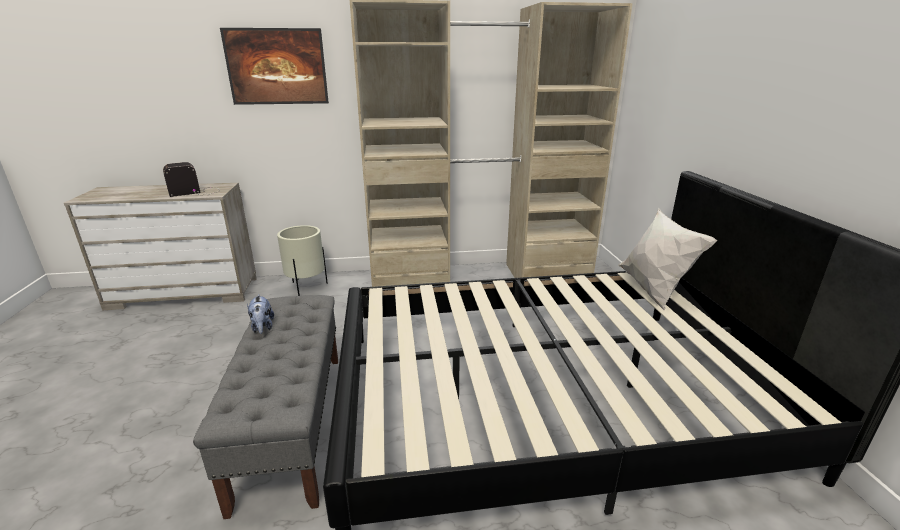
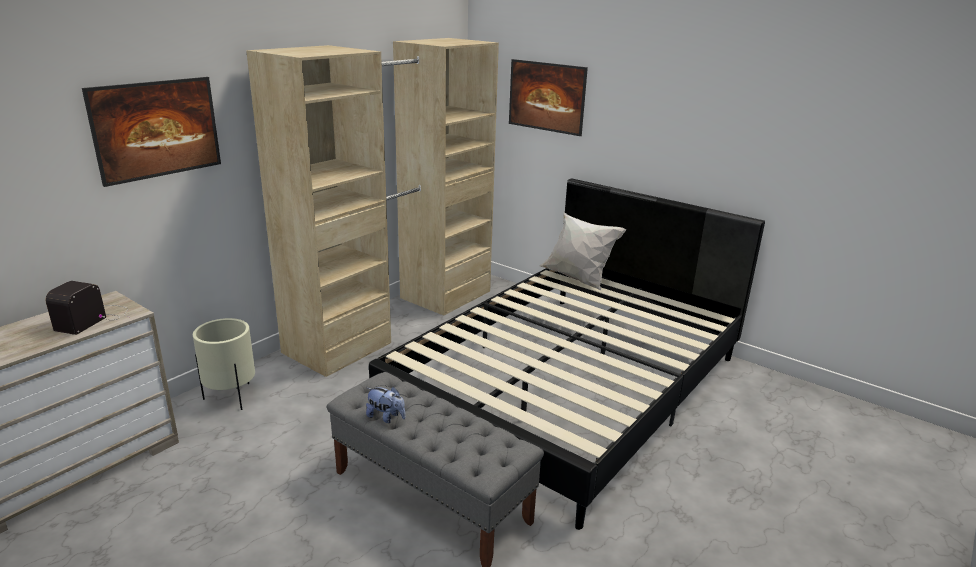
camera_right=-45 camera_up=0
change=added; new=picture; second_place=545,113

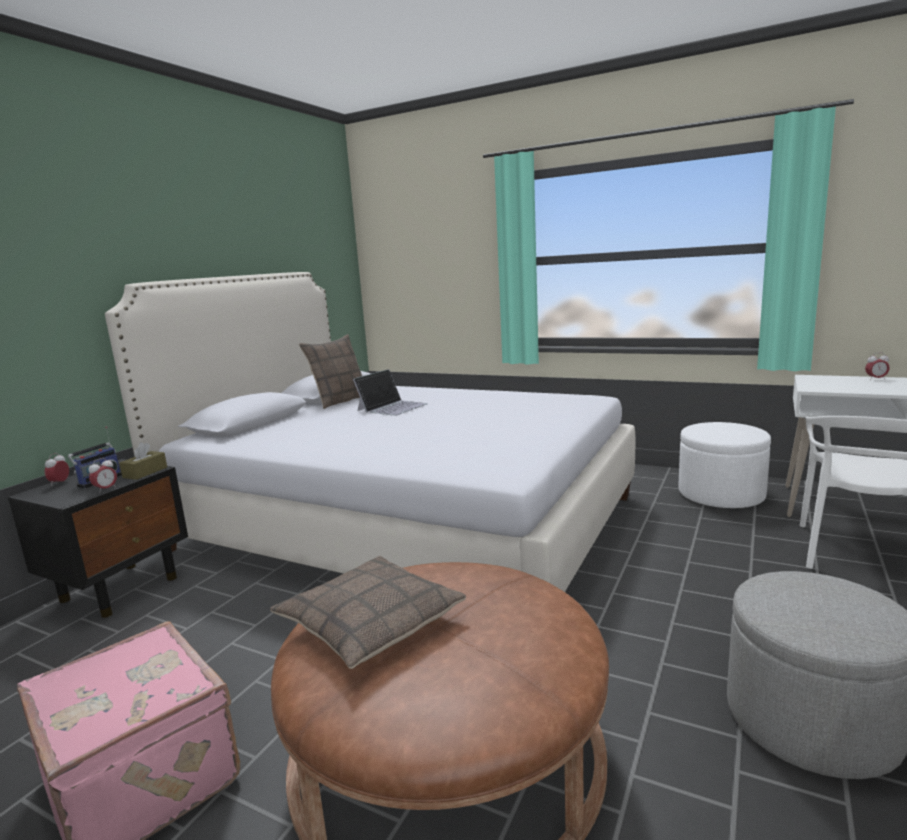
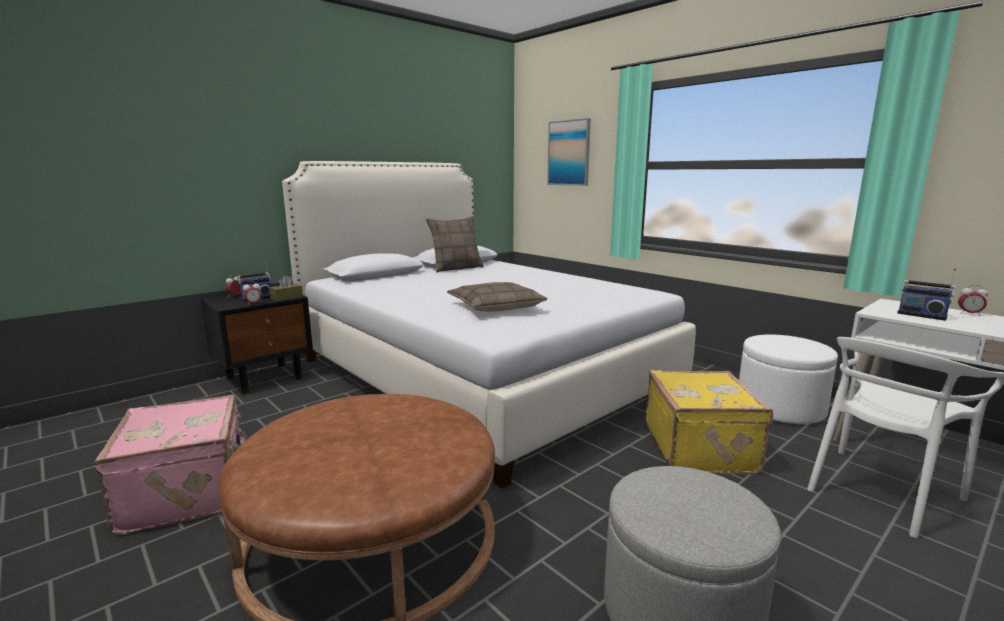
camera_right=20 camera_up=0
change=moved; old=pillow; first_place=369,622; second_place=495,306
change=removed; old=laptop; first_place=392,407
change=added; new=picture; second_place=569,153
change=added; new=yellow suitcase; second_place=700,449
change=added; new=radio; second_place=921,315

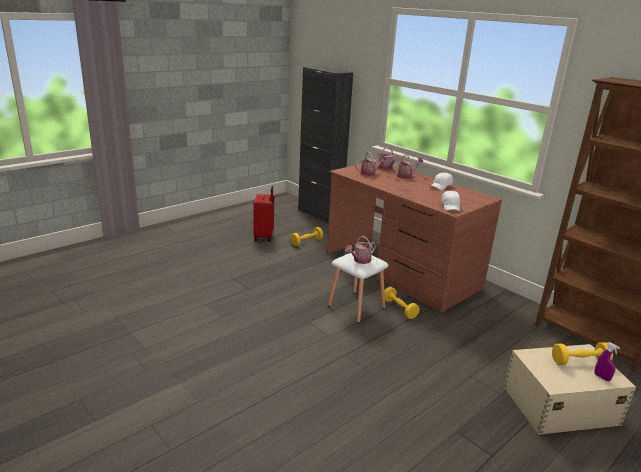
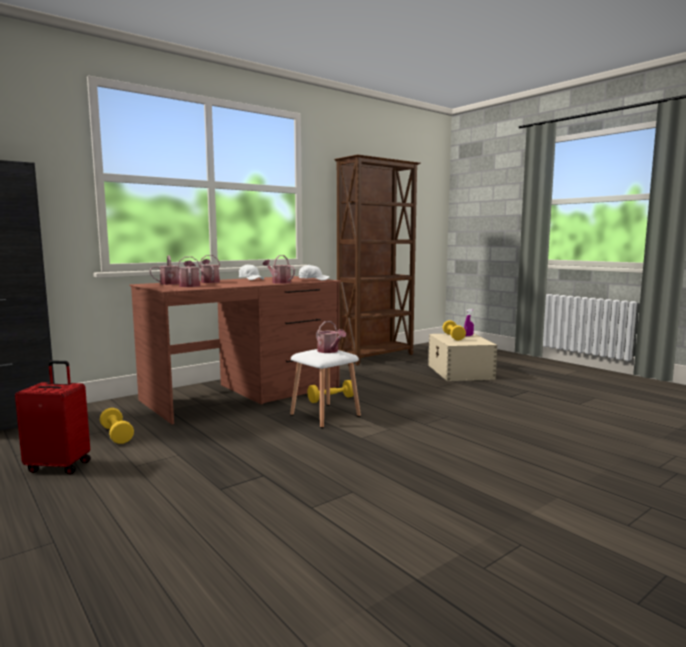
camera_right=-85 camera_up=-15
change=added; new=watering can; second_place=279,282

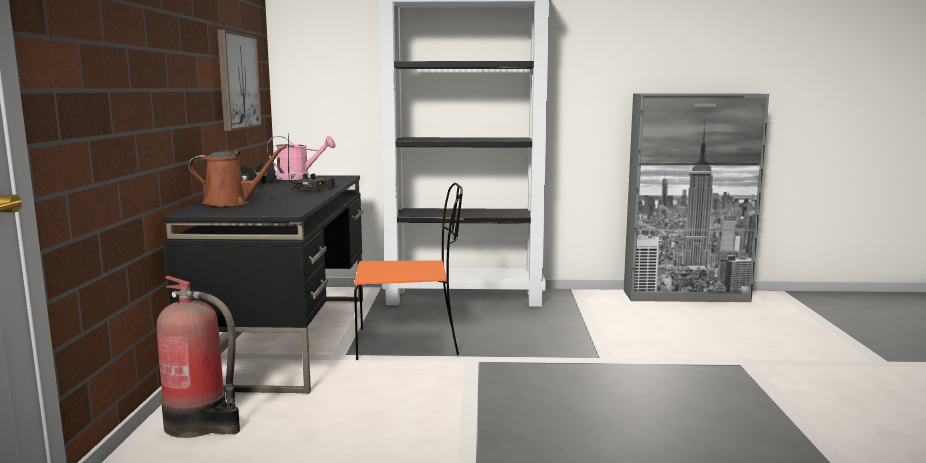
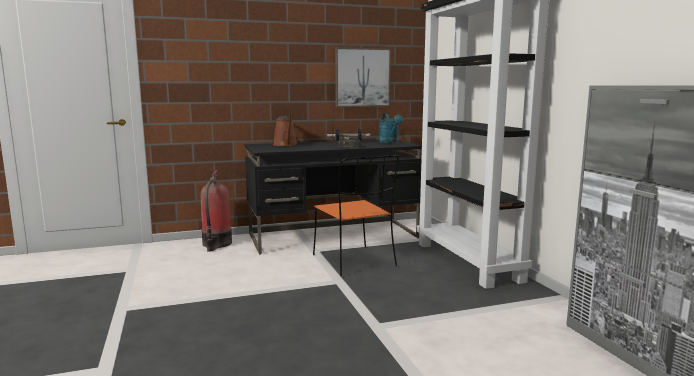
camera_right=70 camera_up=0
change=recoloured; old=pink watering can; new=turquoise watering can; first_place=299,178; second_place=390,142

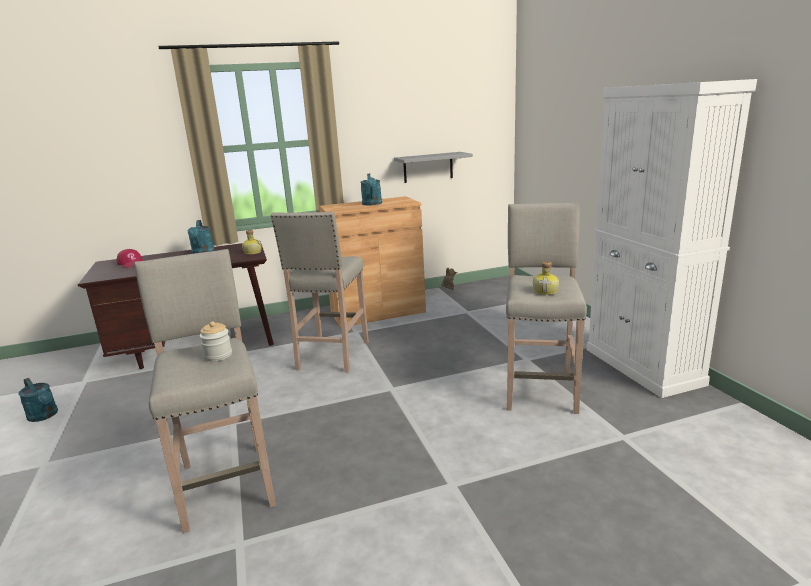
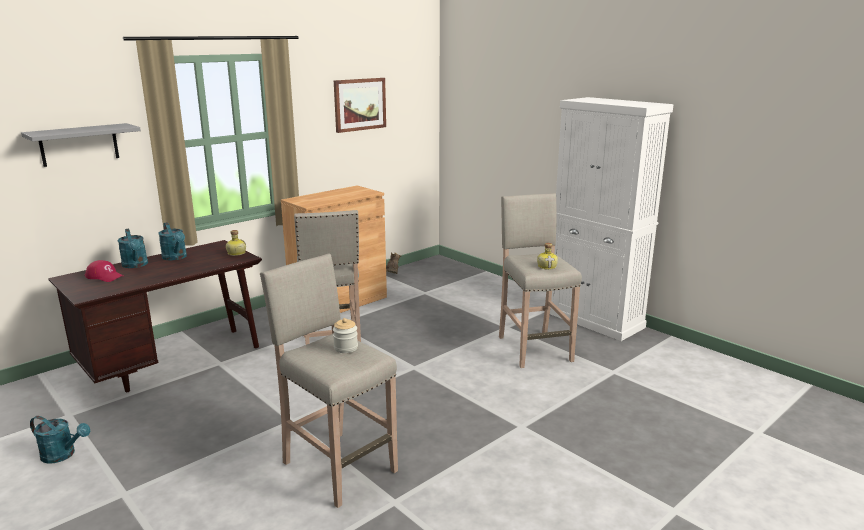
camera_right=-25 camera_up=0
change=moved; old=turquoise watering can; first_place=372,204; second_place=136,265
change=moved; old=grey shelf; first_place=428,167; second_place=79,144
change=added; new=picture; second_place=359,104

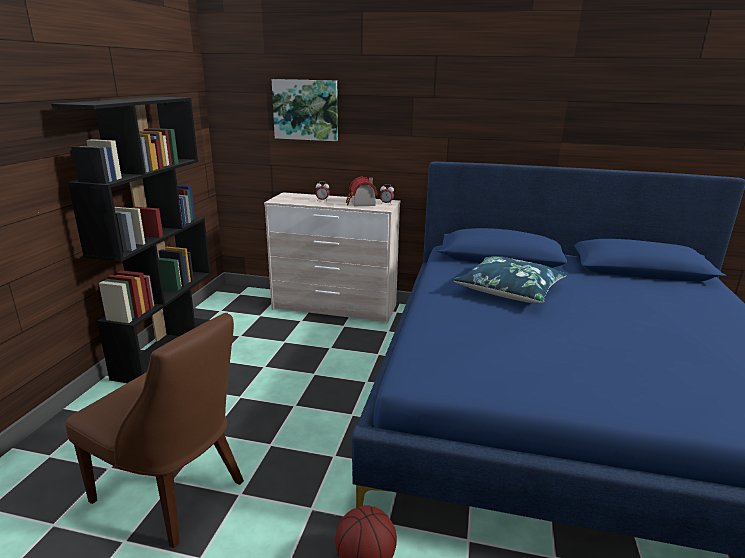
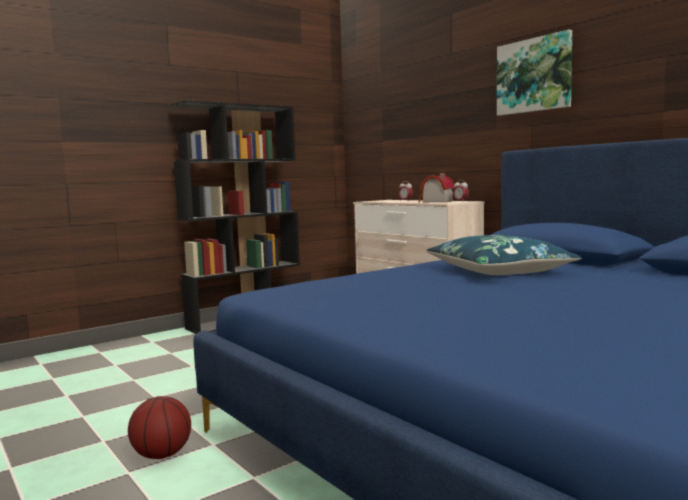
camera_right=40 camera_up=-15
change=removed; old=brown chair; first_place=174,493
change=moved; old=picture; first_place=306,110; second_place=534,75

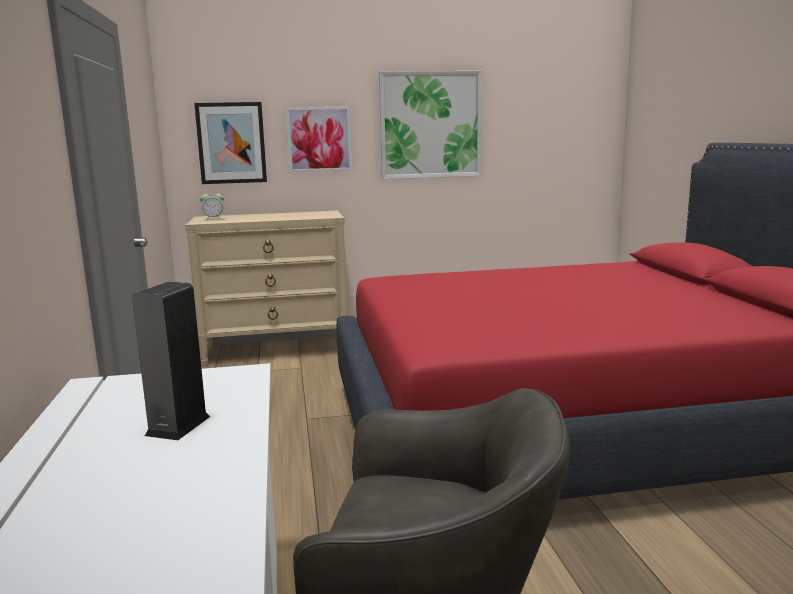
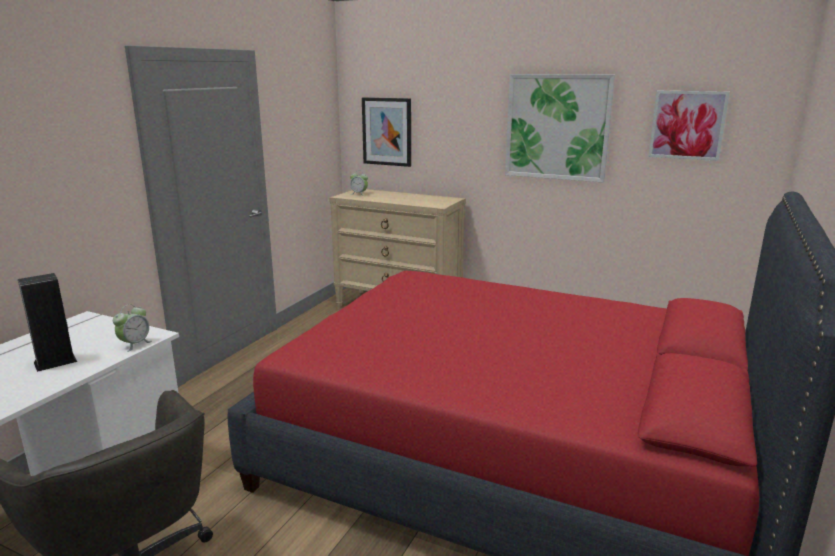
camera_right=35 camera_up=5
change=moved; old=picture; first_place=319,139; second_place=687,125
change=added; new=alarm clock; second_place=135,344

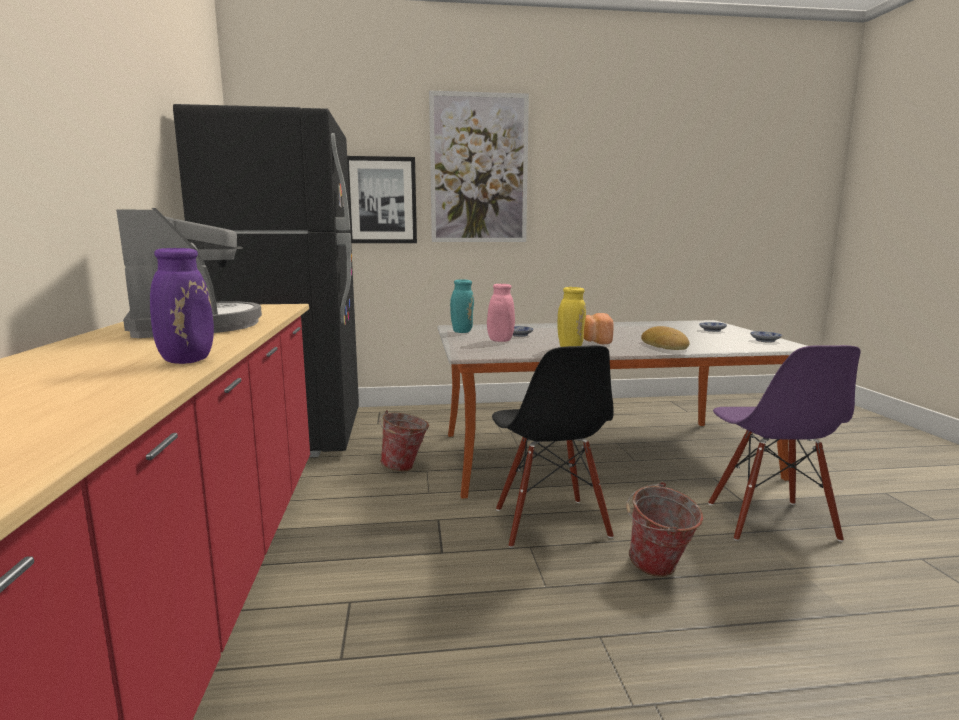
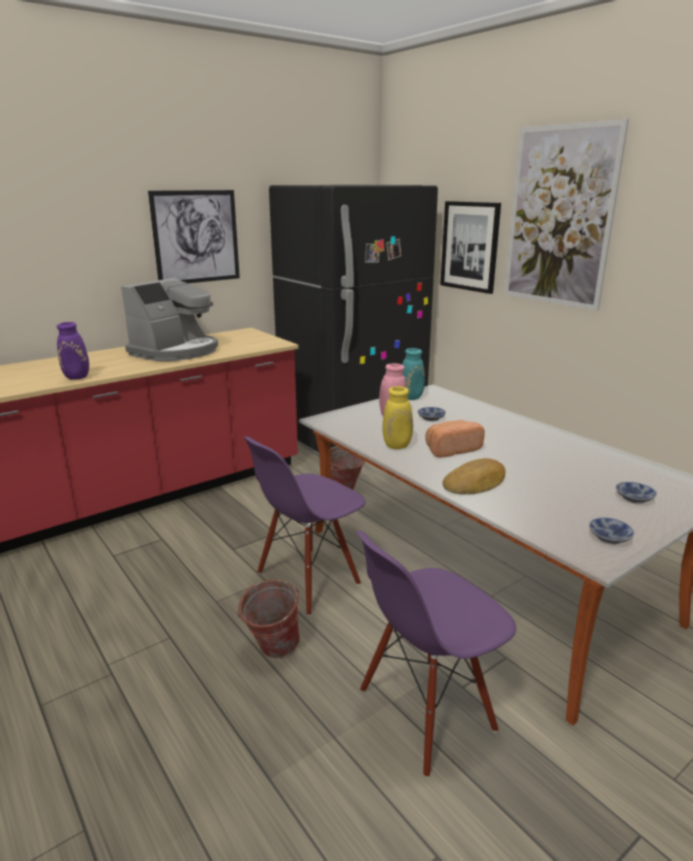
camera_right=60 camera_up=10
change=recoloured; old=black chair; new=purple chair; first_place=550,523; second_place=308,580
change=added; new=picture; second_place=196,237

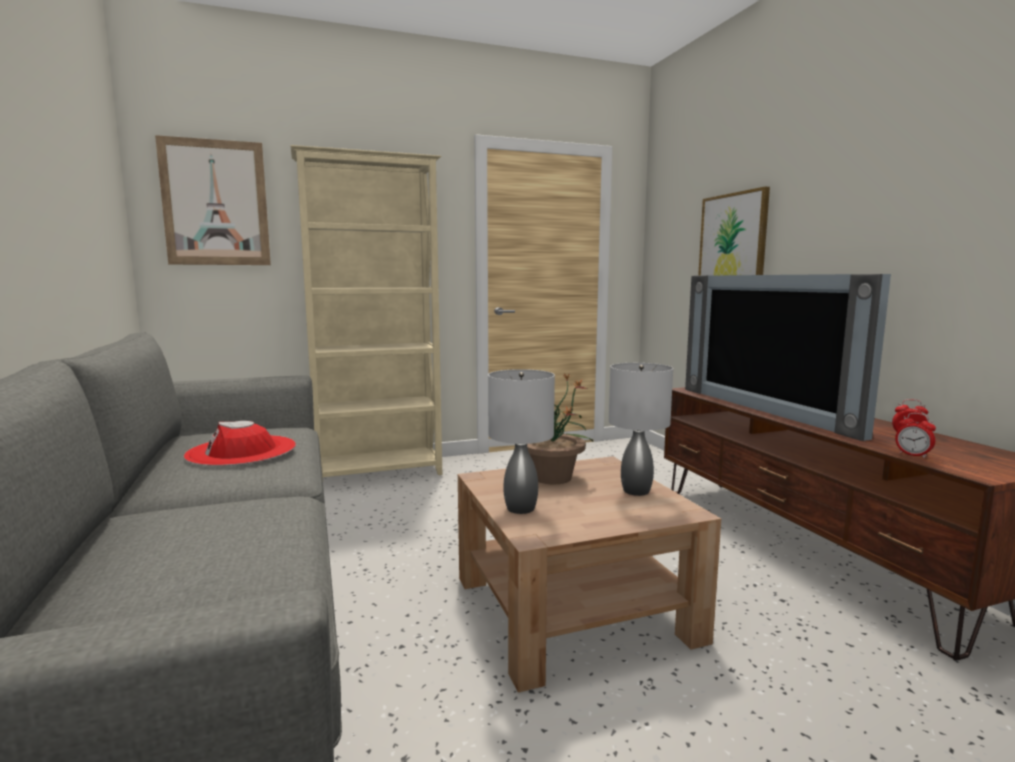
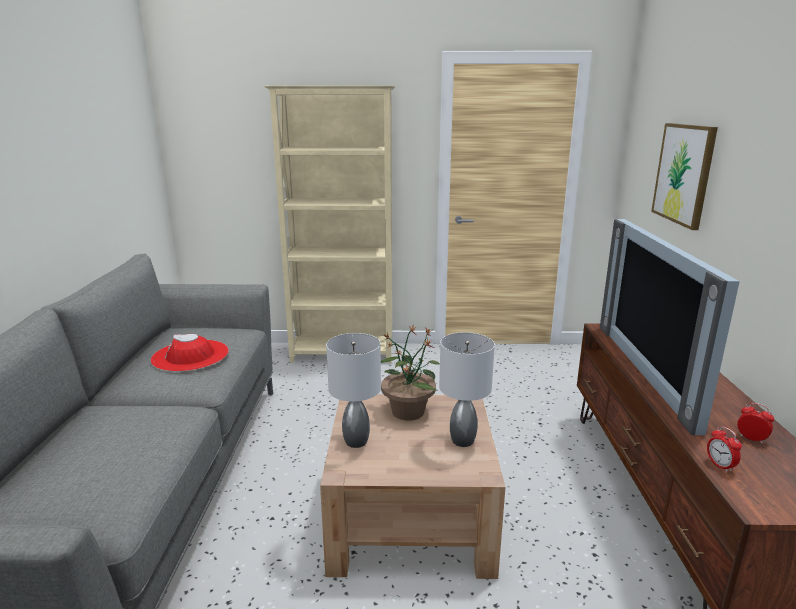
camera_right=20 camera_up=10
change=removed; old=picture; first_place=215,203

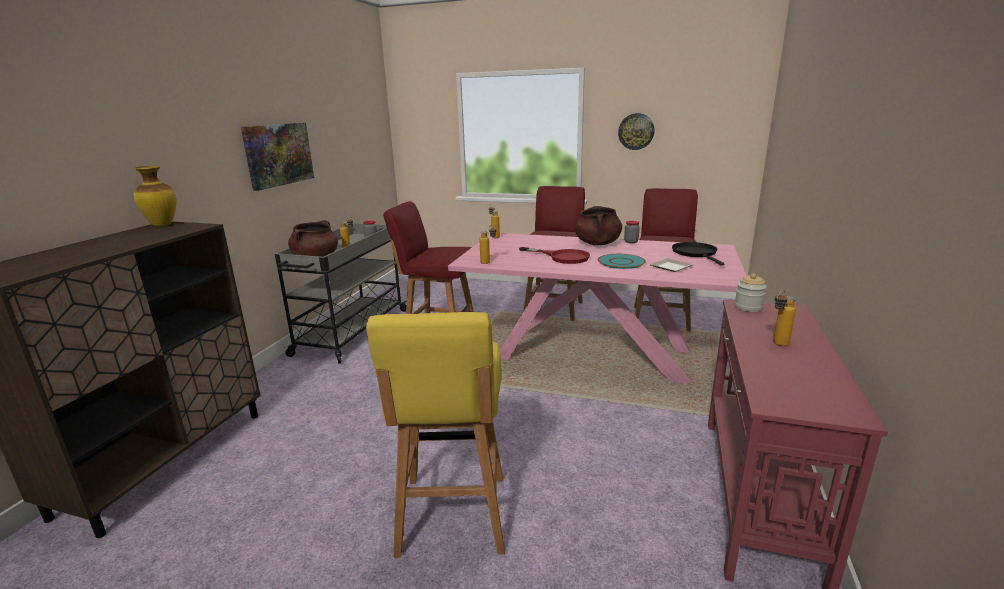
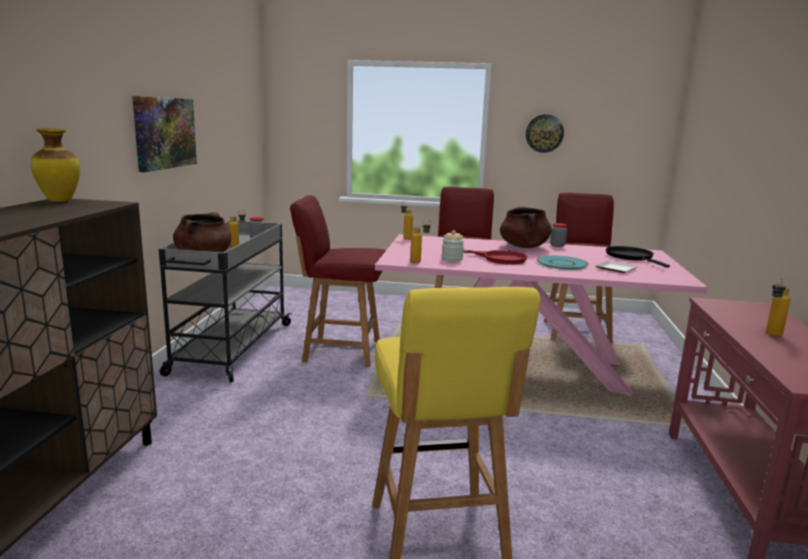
camera_right=-10 camera_up=-5
change=moved; old=jar; first_place=748,307; second_place=452,259

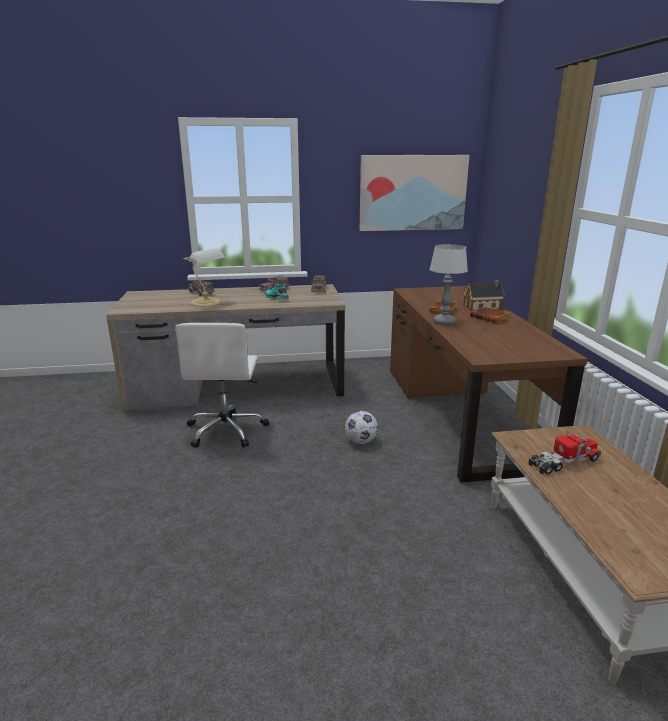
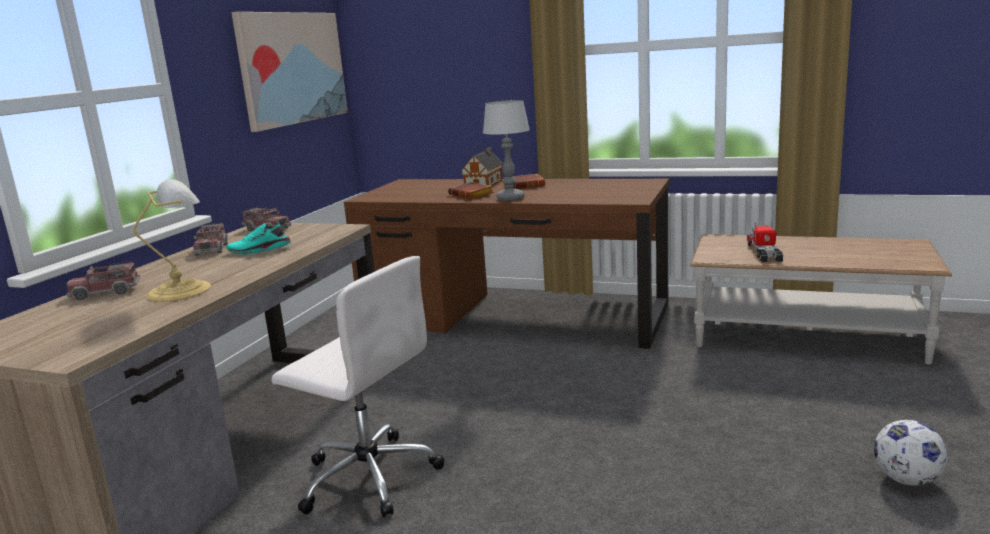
camera_right=-60 camera_up=-5
change=moved; old=football; first_place=361,441; second_place=907,480

